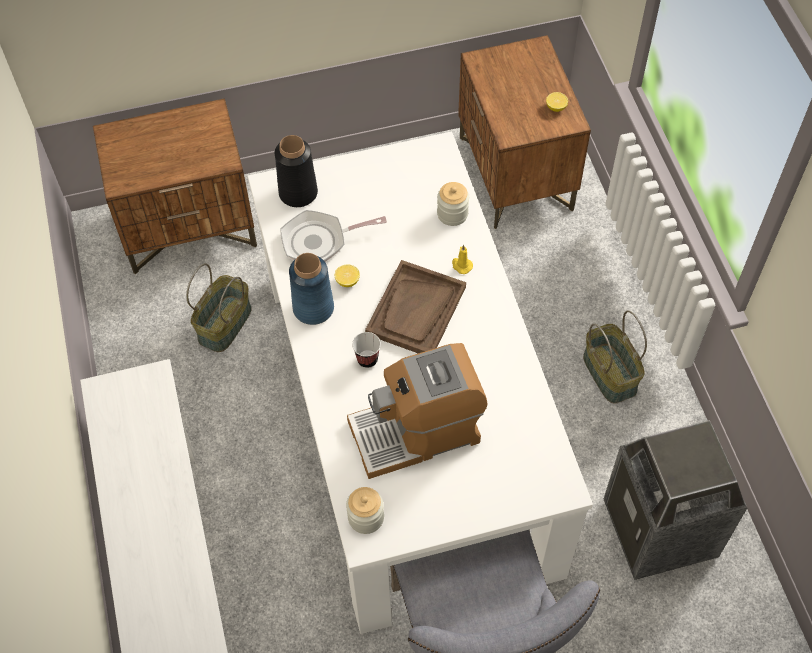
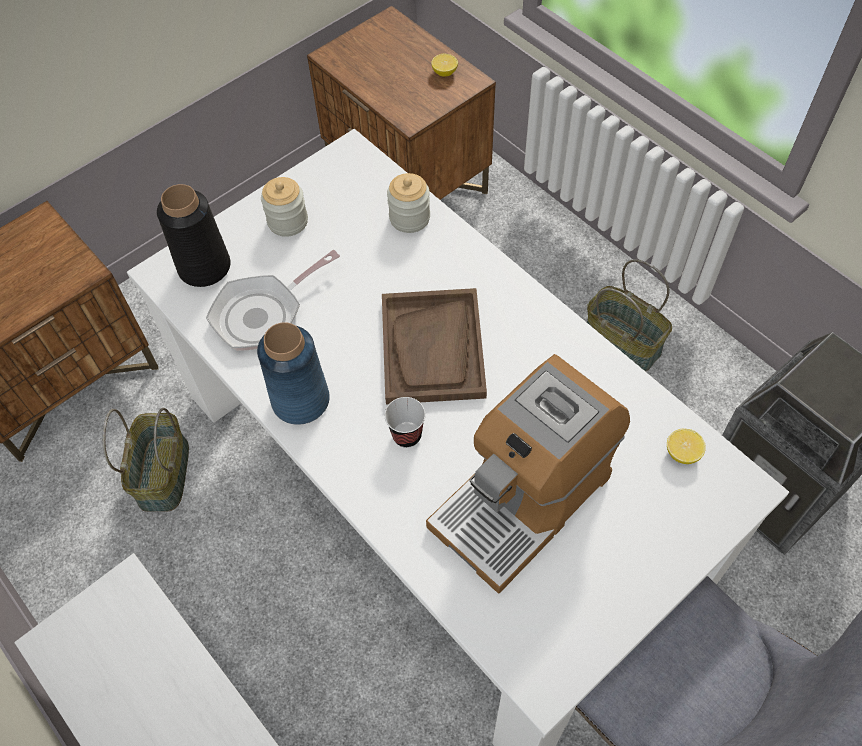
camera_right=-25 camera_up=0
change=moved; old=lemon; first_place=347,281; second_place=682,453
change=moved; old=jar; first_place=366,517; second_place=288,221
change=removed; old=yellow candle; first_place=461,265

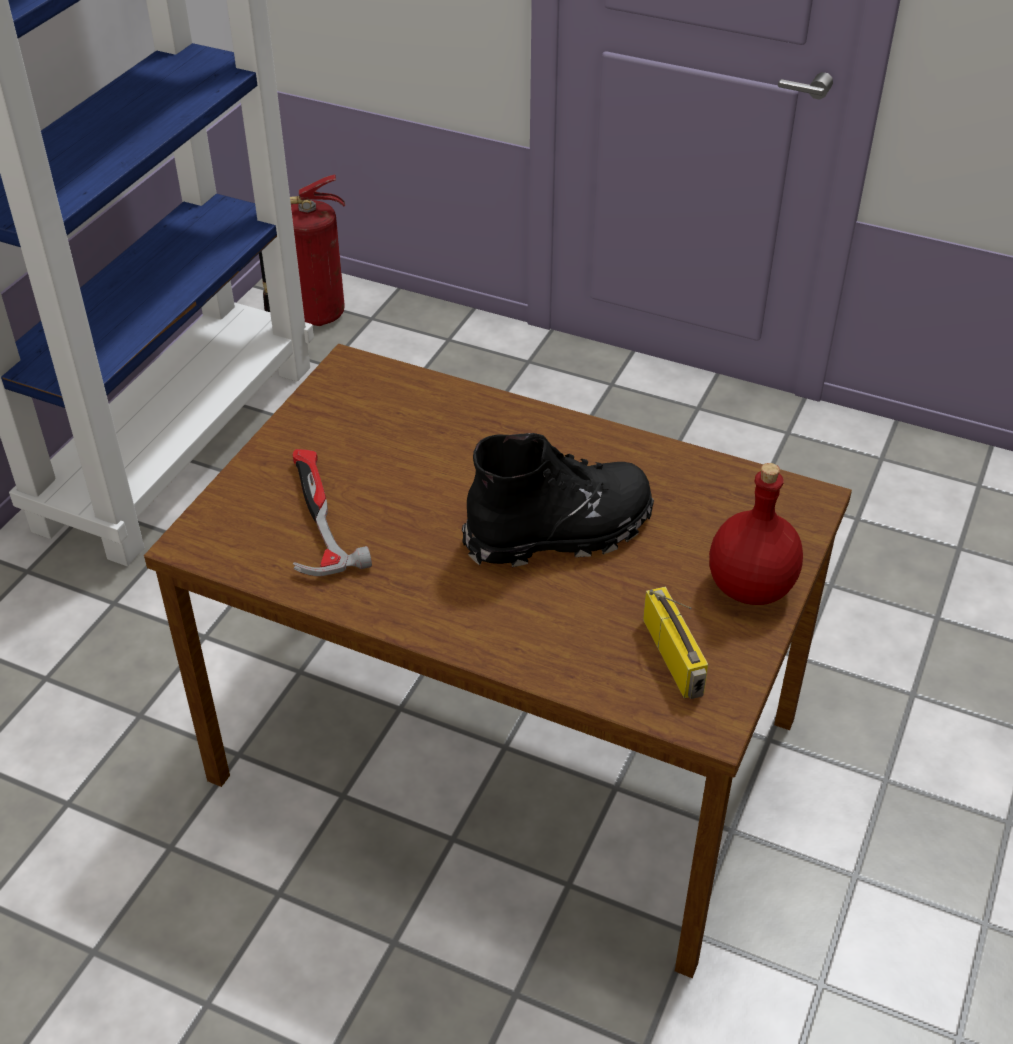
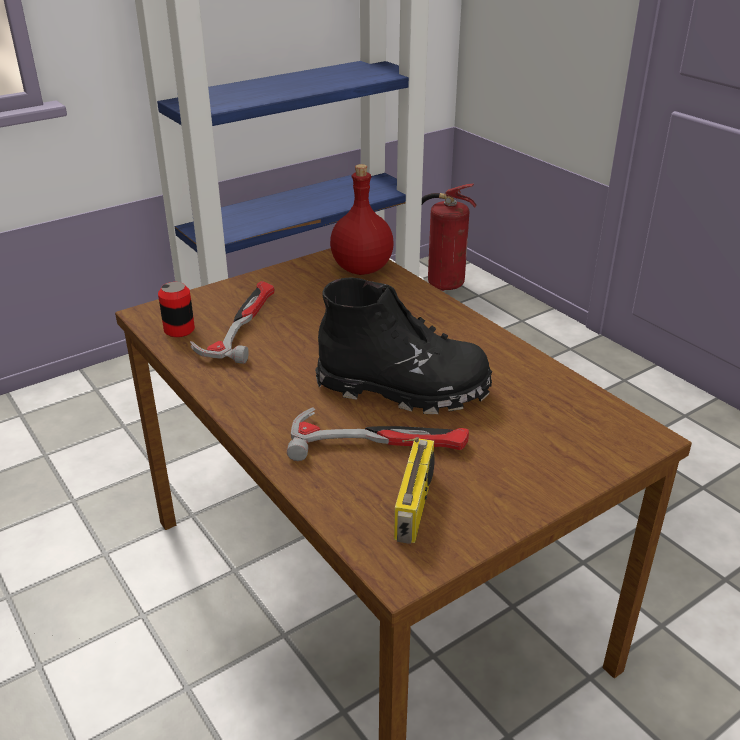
camera_right=30 camera_up=-10
change=moved; old=red bottle; first_place=749,586; second_place=361,268
change=added; new=can; second_place=179,330
change=added; new=hammer; second_place=379,441

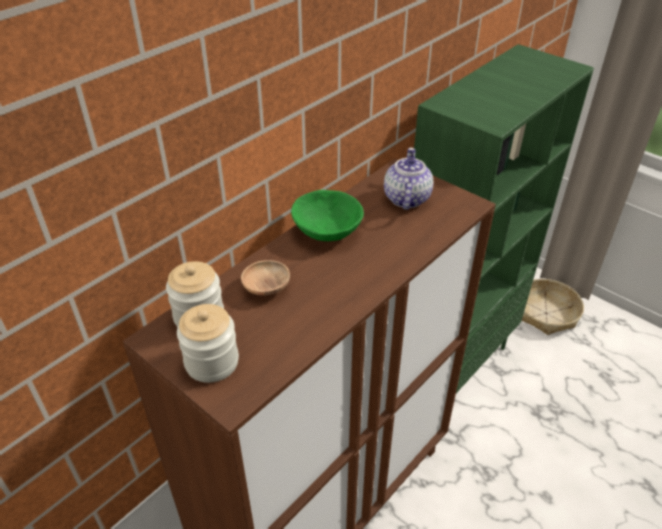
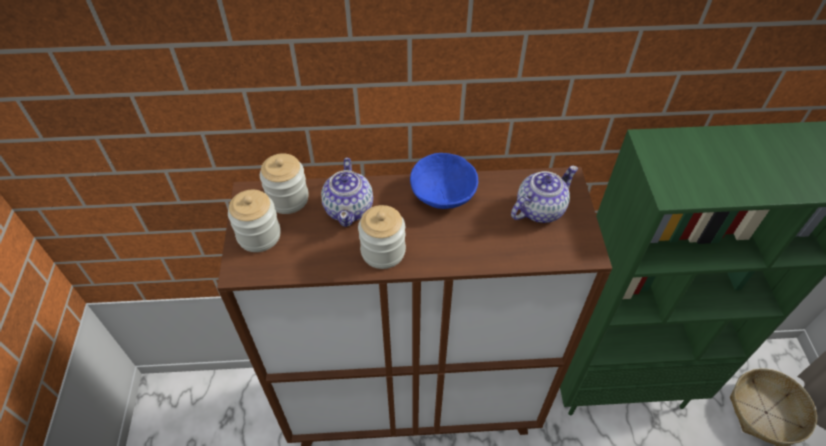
camera_right=45 camera_up=10
change=replaced; old=brown bowl; new=teapot; first_place=266,288; second_place=349,208
change=recoloured; old=green bowl; new=blue bowl; first_place=326,230; second_place=442,193
change=added; new=jar; second_place=383,251

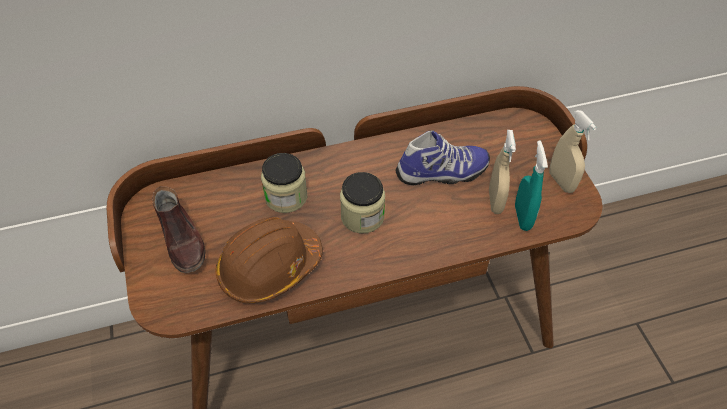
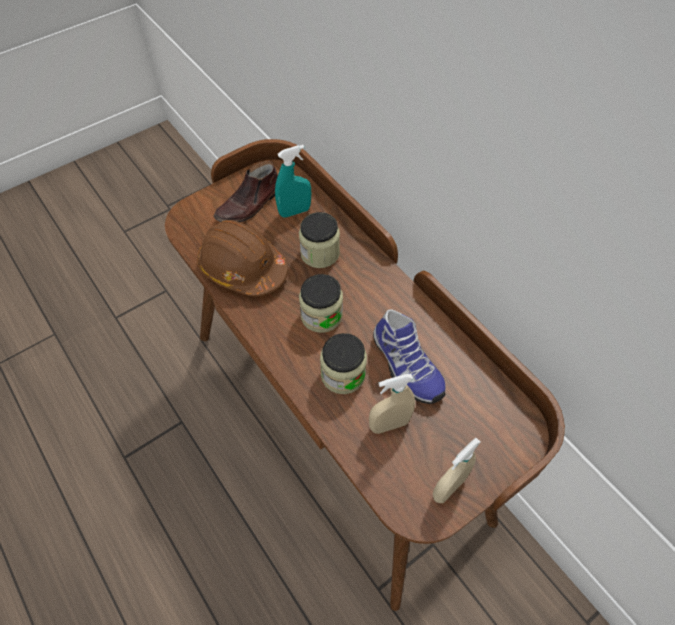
camera_right=70 camera_up=5
change=moved; old=turquoise spray bottle; first_place=522,217; second_place=295,211
change=added; new=jar; second_place=343,374

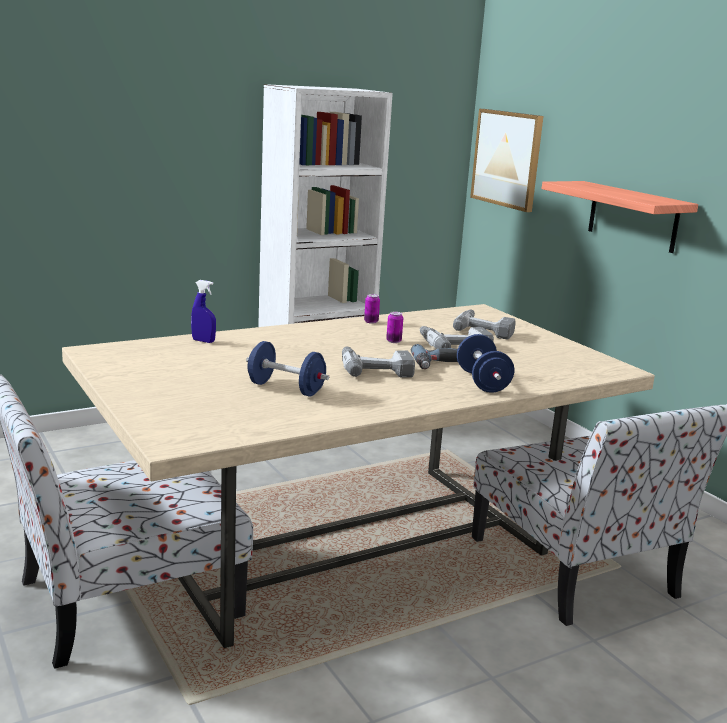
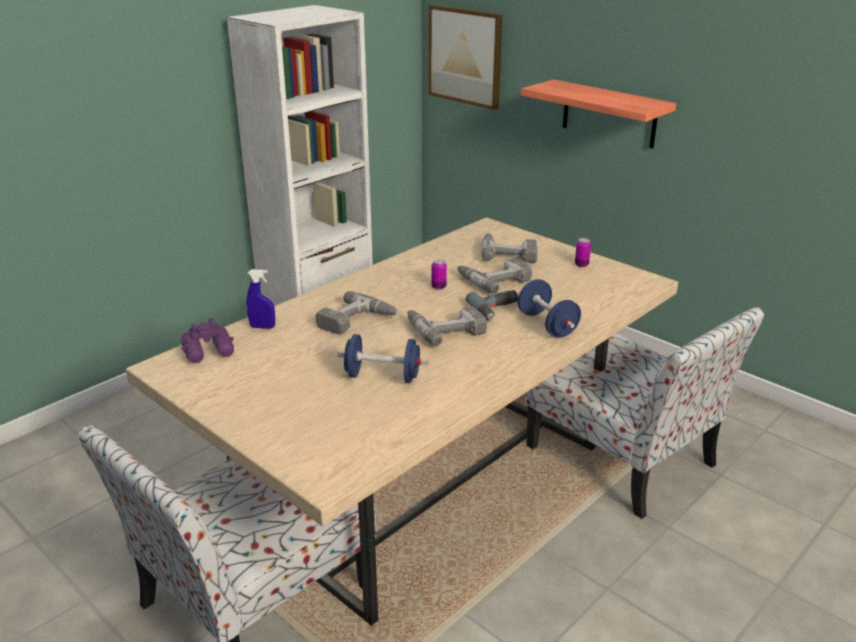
camera_right=-15 camera_up=10
change=moved; old=can; first_place=371,322; second_place=581,265
change=added; new=purple binoculars; second_place=209,351
change=added; new=power drill; second_place=357,321

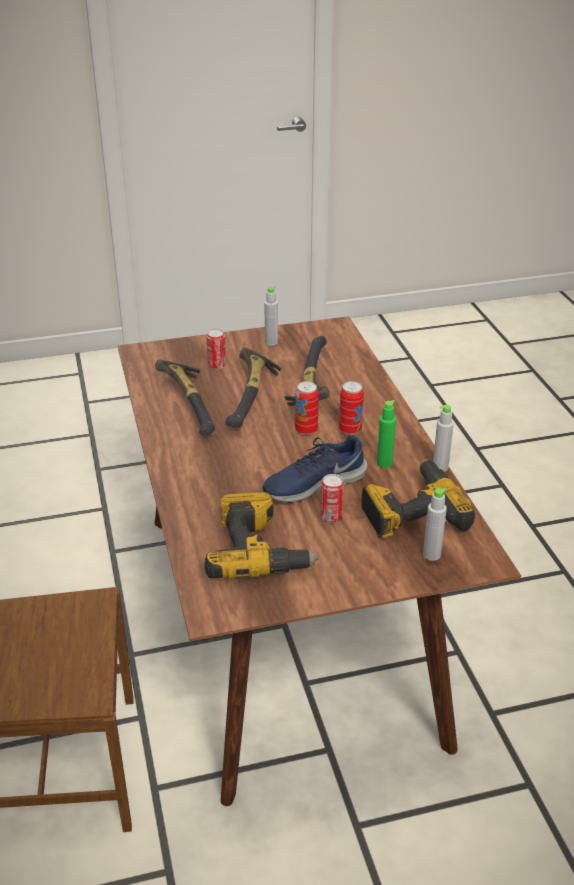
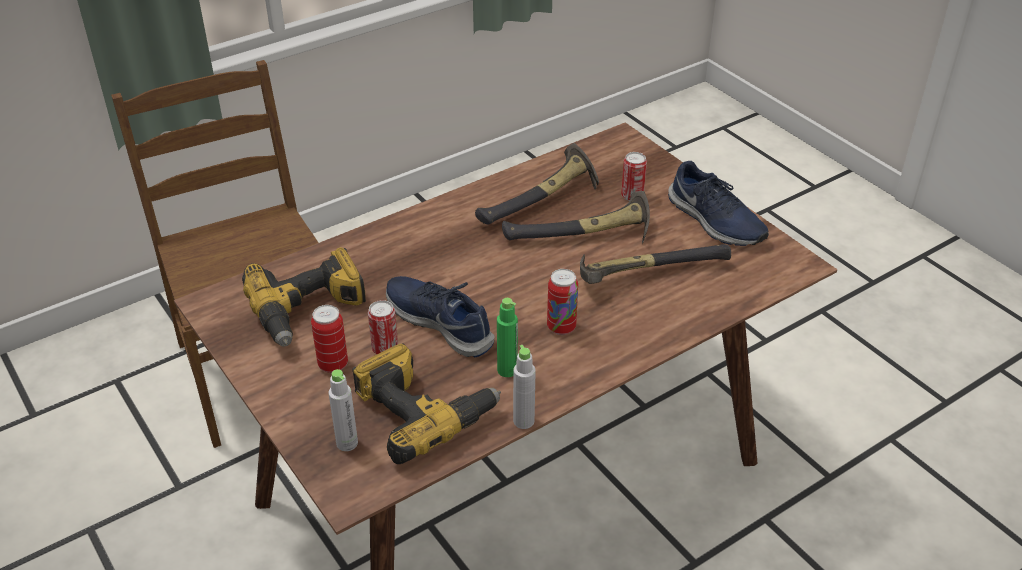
camera_right=70 camera_up=5
change=replaced; old=grey bottle; new=blue shoe; first_place=271,342; second_place=714,221
change=moved; old=can; first_place=306,430; second_place=333,364

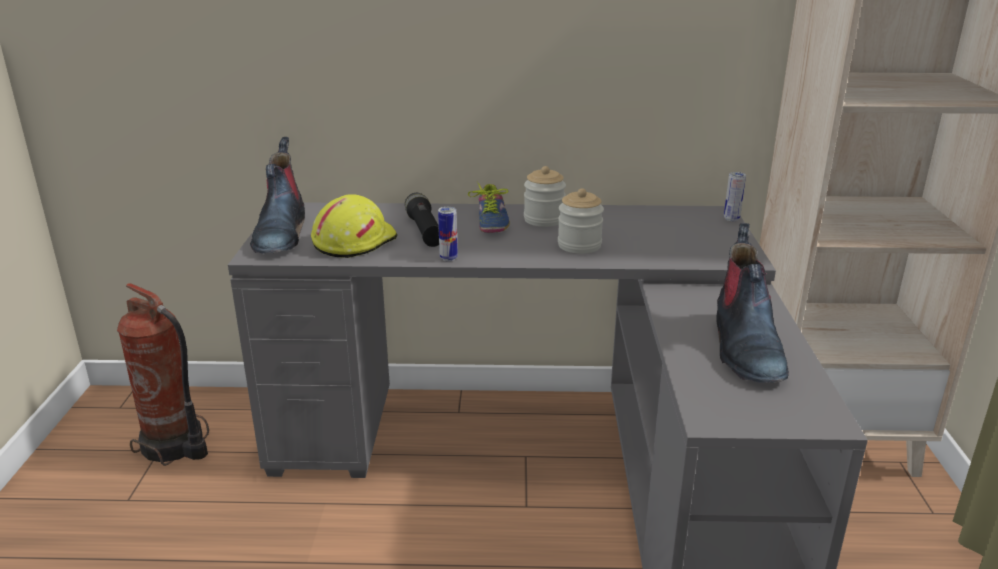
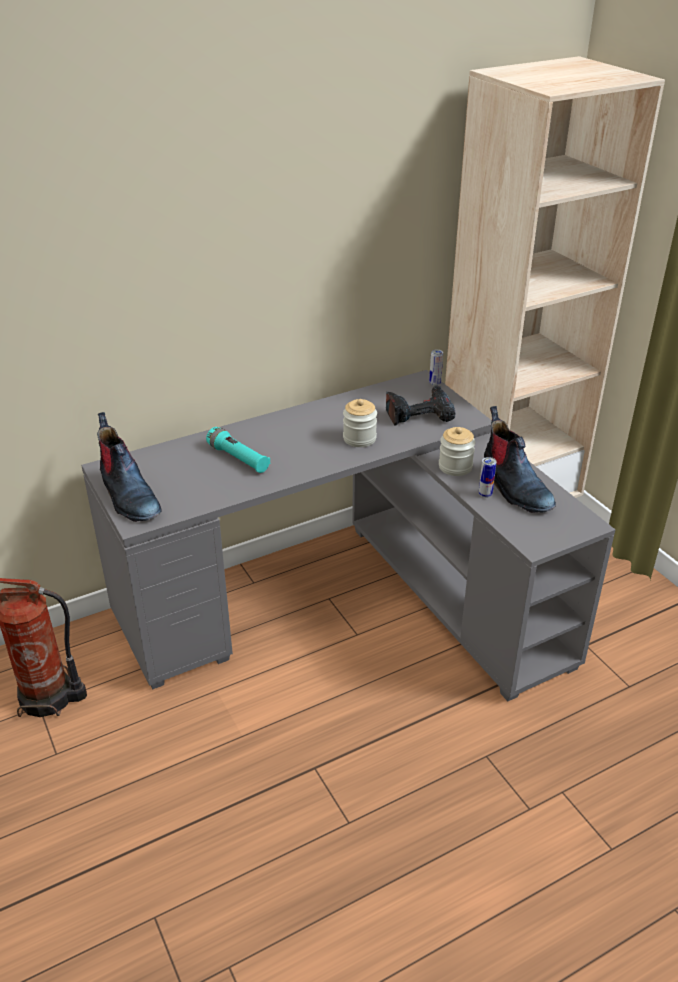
camera_right=-30 camera_up=10
change=removed; old=yellow hard hat; first_place=353,241
change=recoloured; old=black flashlight; new=turquoise flashlight; first_place=425,231; second_place=238,458
change=moved; old=can; first_place=448,258; second_place=485,494
change=removed; old=shoe; first_place=489,221
change=moved; old=jar; first_place=544,219; second_place=455,467
change=added; new=power drill; second_place=419,413

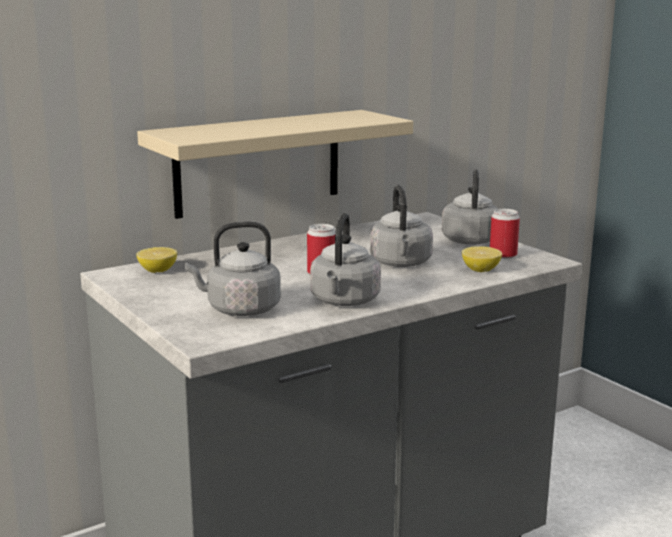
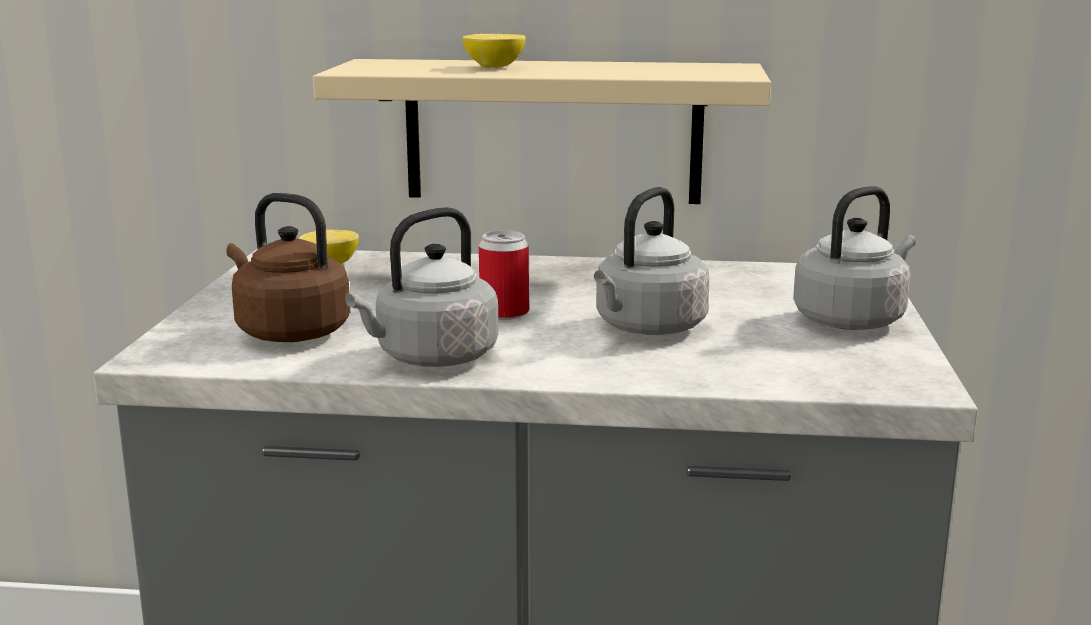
camera_right=40 camera_up=0
change=recoloured; old=grey kettle; new=brown kettle; first_place=239,310; second_place=288,332
change=moved; old=lemon; first_place=480,270; second_place=494,67
change=removed; old=can; first_place=503,255

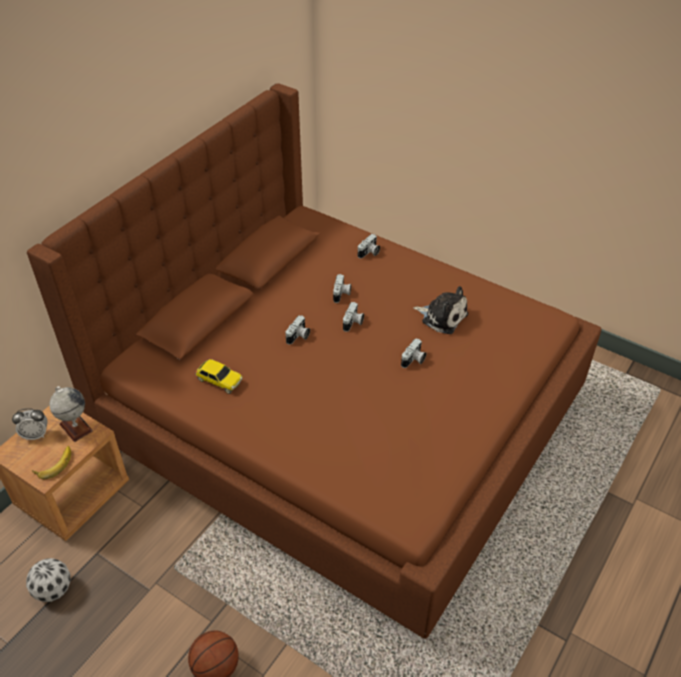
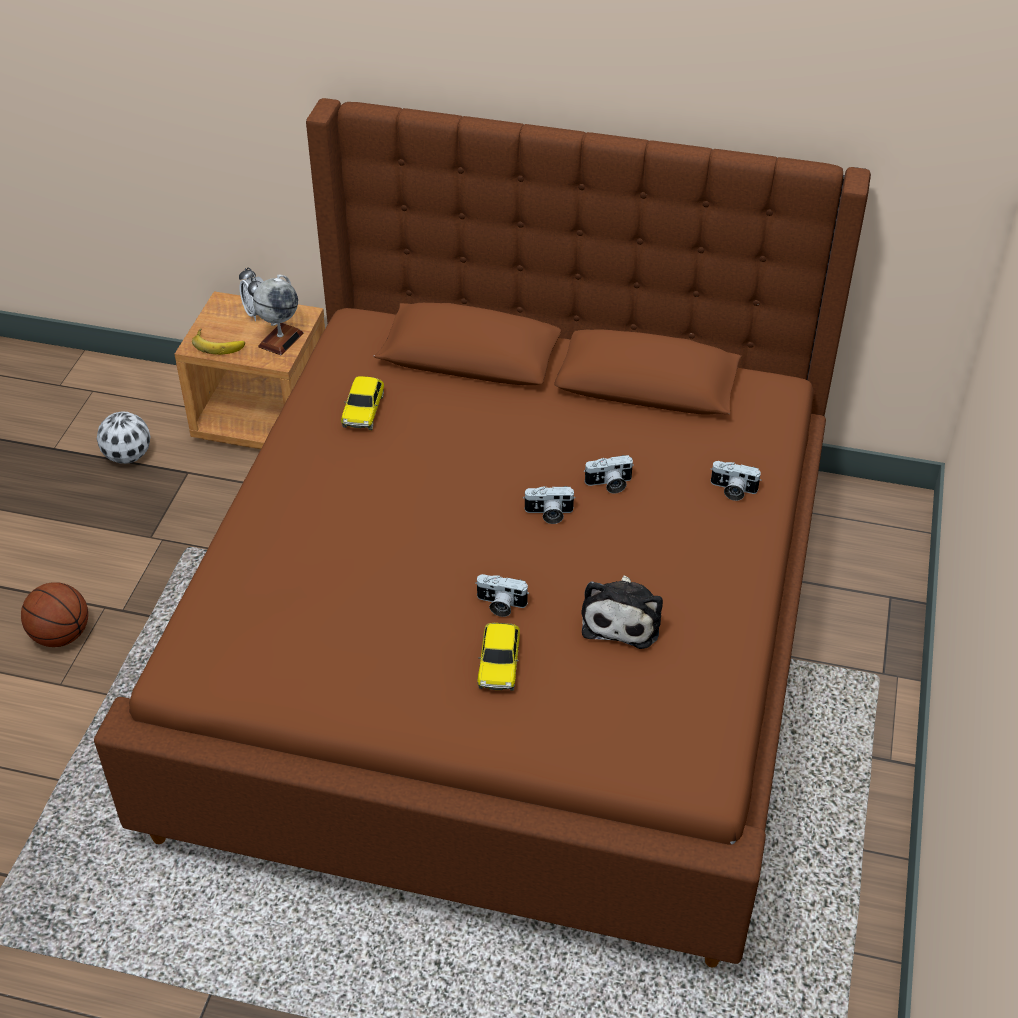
camera_right=70 camera_up=0
change=removed; old=photo camera; first_place=298,336
change=added; new=toy car; second_place=499,664

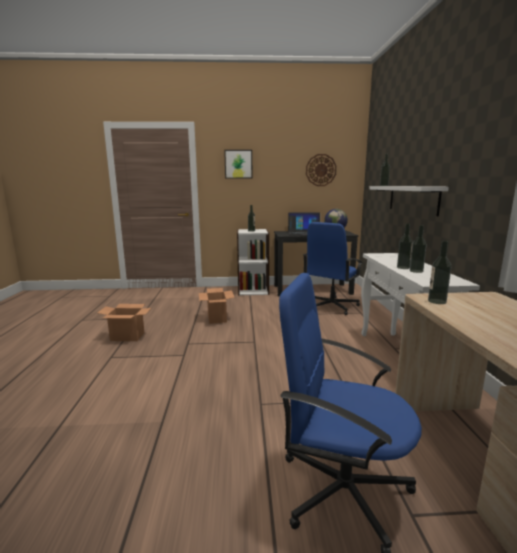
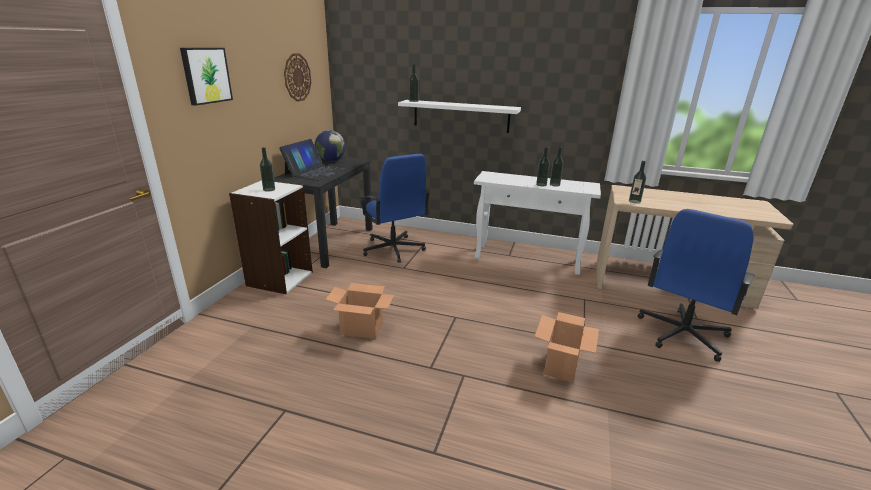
camera_right=-70 camera_up=10
change=moved; old=cardboard box; first_place=128,336; second_place=561,365

